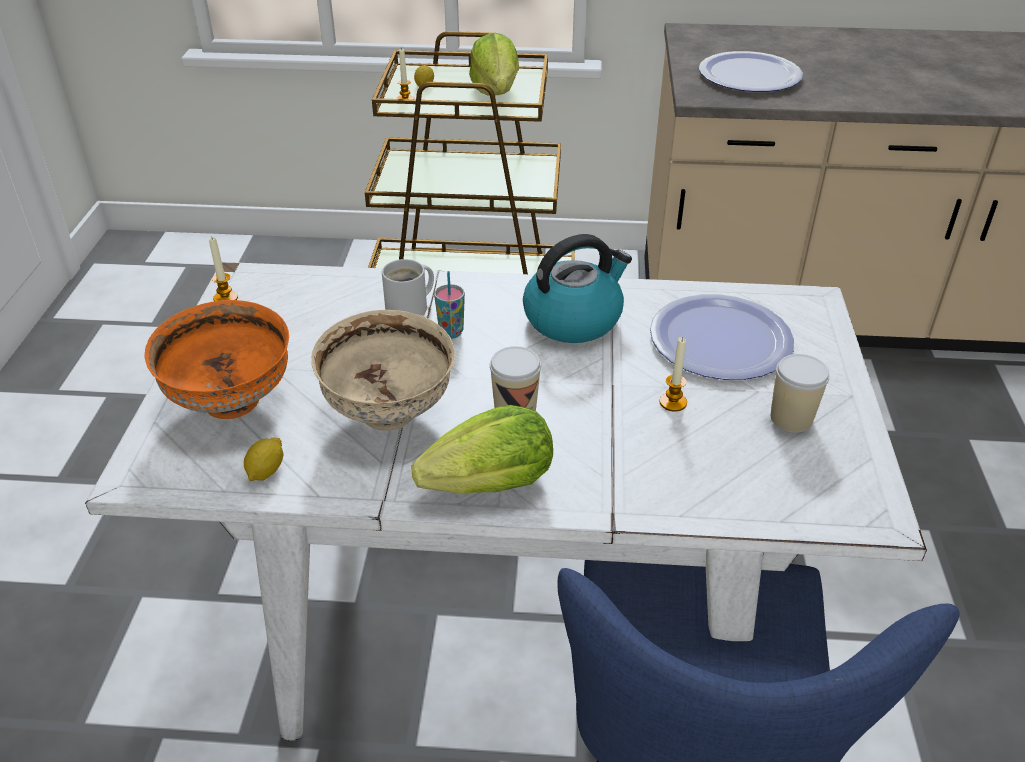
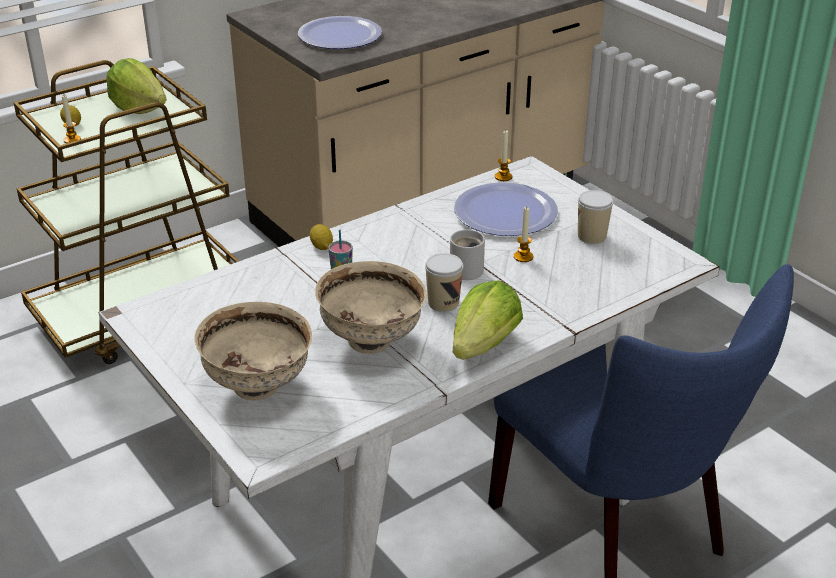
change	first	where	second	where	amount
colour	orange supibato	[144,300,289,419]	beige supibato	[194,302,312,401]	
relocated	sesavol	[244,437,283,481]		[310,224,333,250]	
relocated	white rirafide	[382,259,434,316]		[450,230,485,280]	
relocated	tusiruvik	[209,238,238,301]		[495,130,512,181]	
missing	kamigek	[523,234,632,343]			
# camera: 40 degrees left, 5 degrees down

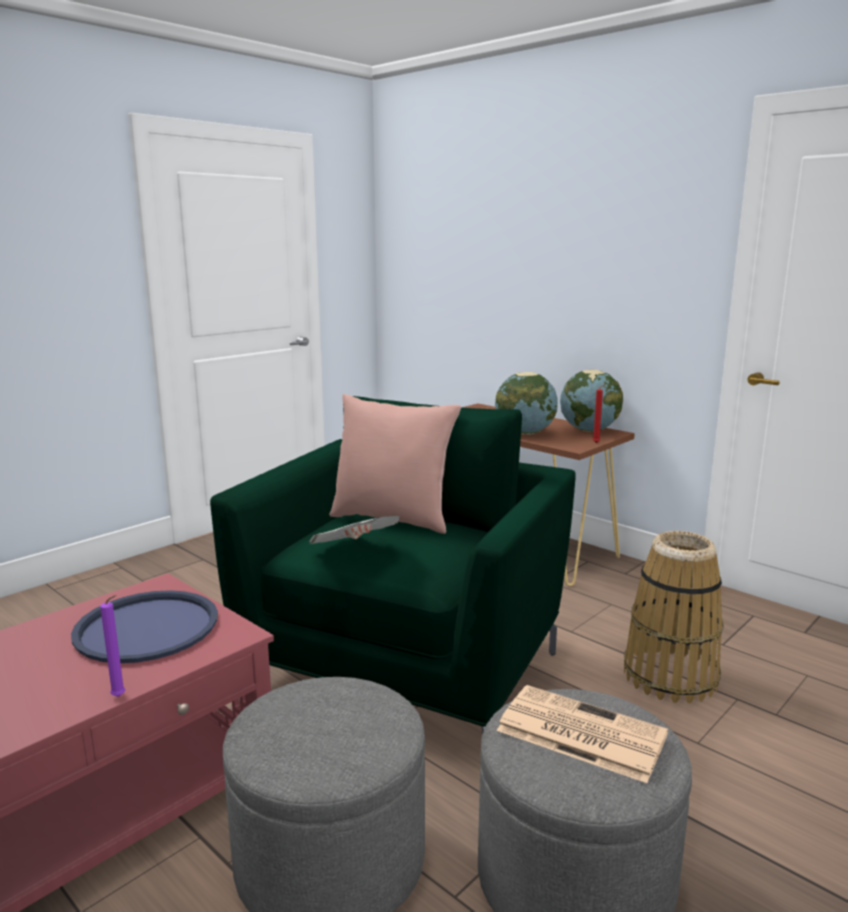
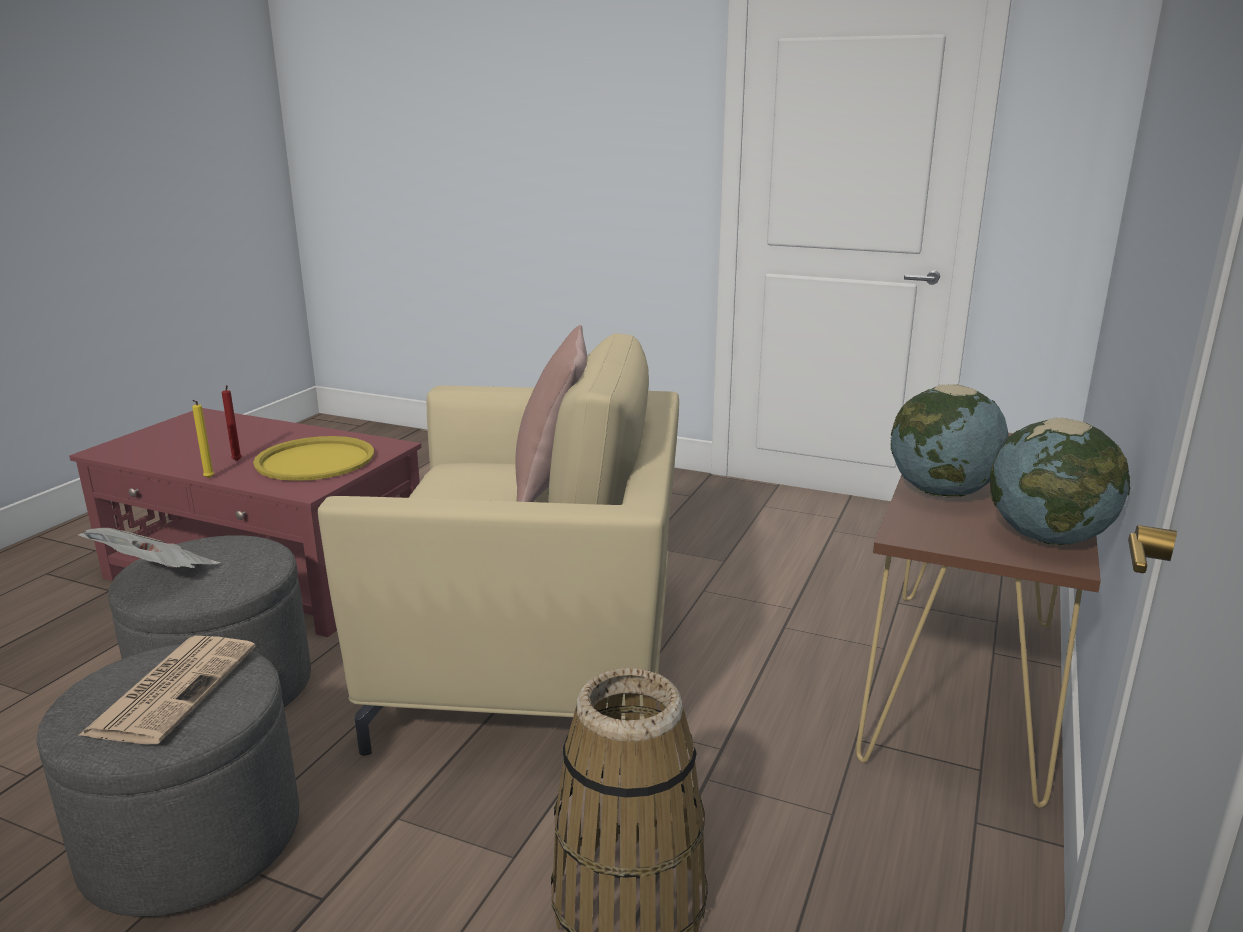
change	first	where	second	where	amount
relocated	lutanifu	[309,516,400,544]		[77,528,220,568]	
colour	purple tusiruvik	[100,595,126,697]	yellow tusiruvik	[192,400,214,478]	
relocated	red tusiruvik	[593,384,605,443]		[222,385,242,461]	
colour	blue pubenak	[71,590,218,663]	yellow pubenak	[253,436,374,481]	
colour	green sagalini	[210,396,576,735]	beige sagalini	[318,333,679,755]	
# camera: 70 degrees right, 5 degrees up

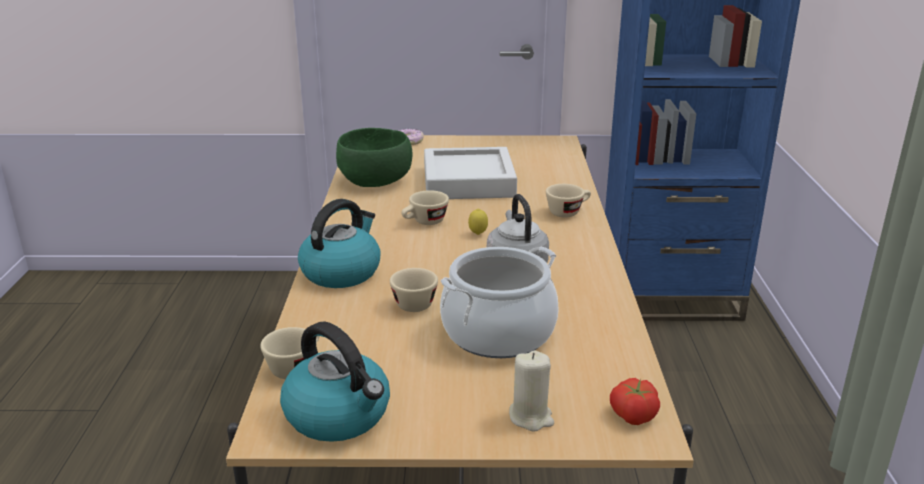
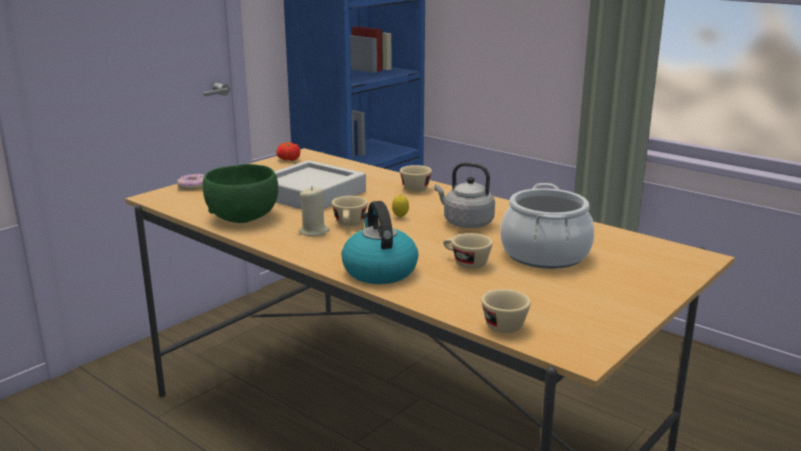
change	first	where	second	where	amount
relocated	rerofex	[610,378,660,425]		[276,142,300,161]	
relocated	beige tusiruvik	[509,351,554,432]		[299,186,330,236]	
missing	kamigek	[280,322,390,442]			
# camera: 50 degrees left, 5 degrees down

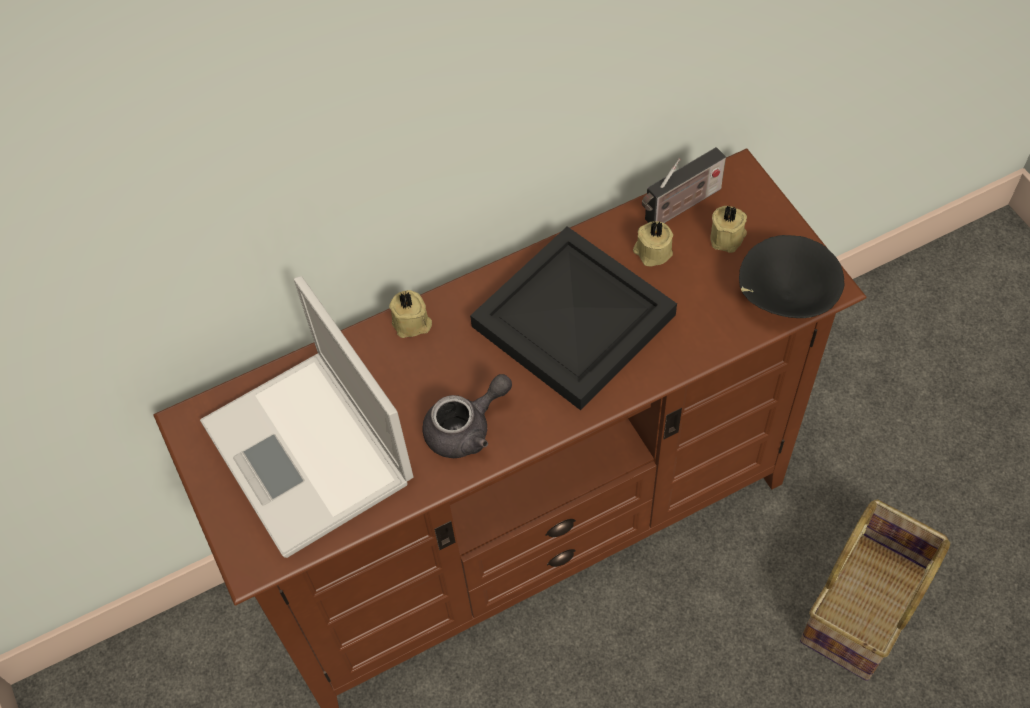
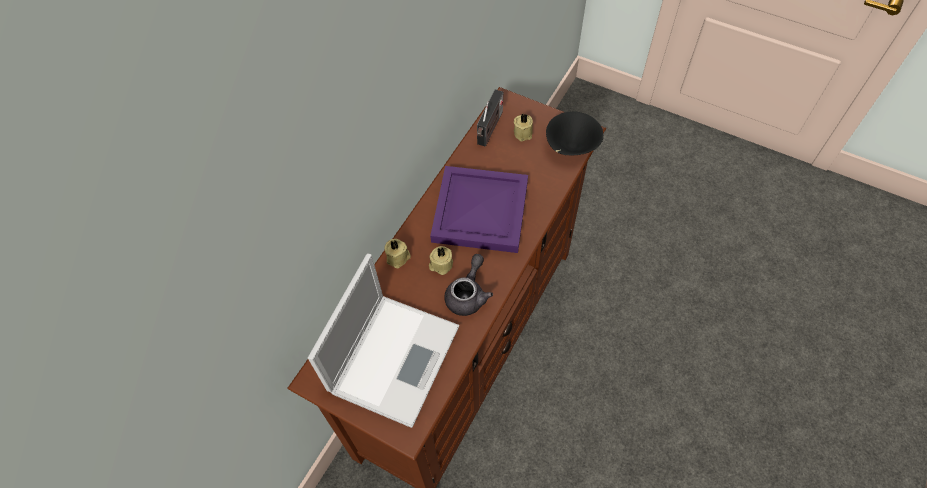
change	first	where	second	where	amount
spun	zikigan	[200,276,414,558]		[308,254,459,428]	90 degrees counterclockwise
relocated	beige tusiruvik	[633,221,673,266]		[429,246,453,275]	
colour	black pubenak	[470,226,677,410]	purple pubenak	[430,166,528,253]	
missing	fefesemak	[800,500,950,681]			
# camera: 35 degrees left, 0 degrees up

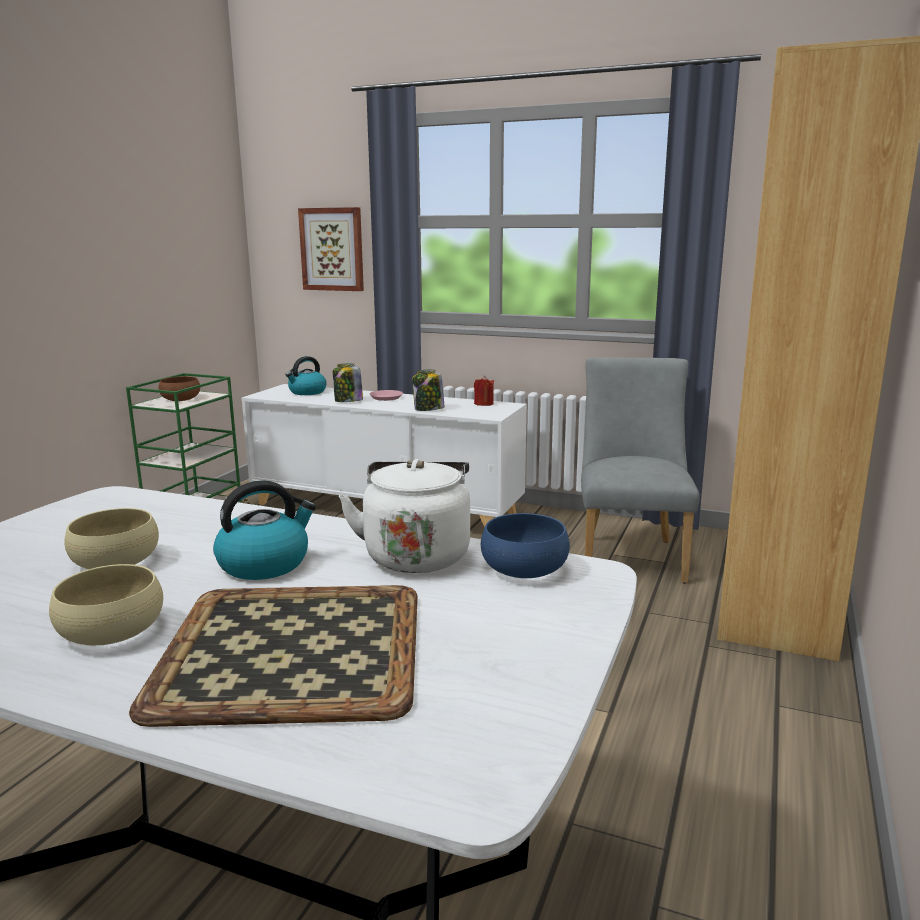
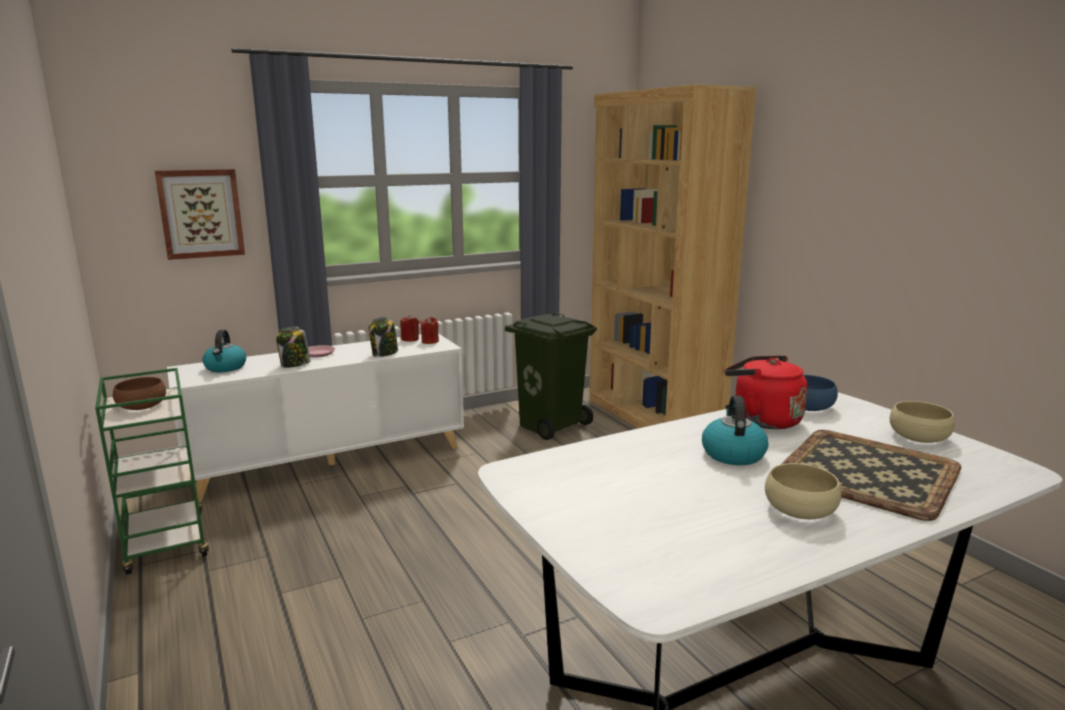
change	first	where	second	where	amount
appeared			red tusiruvik	[420,317,439,344]	
exchanged	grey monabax	[581,357,700,584]	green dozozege	[505,313,597,440]	
colour	white kamigek	[339,459,470,573]	red kamigek	[725,356,808,429]	
relocated	beige supibato	[64,508,159,569]		[890,401,955,443]	
# camera: 50 degrees left, 0 degrees up

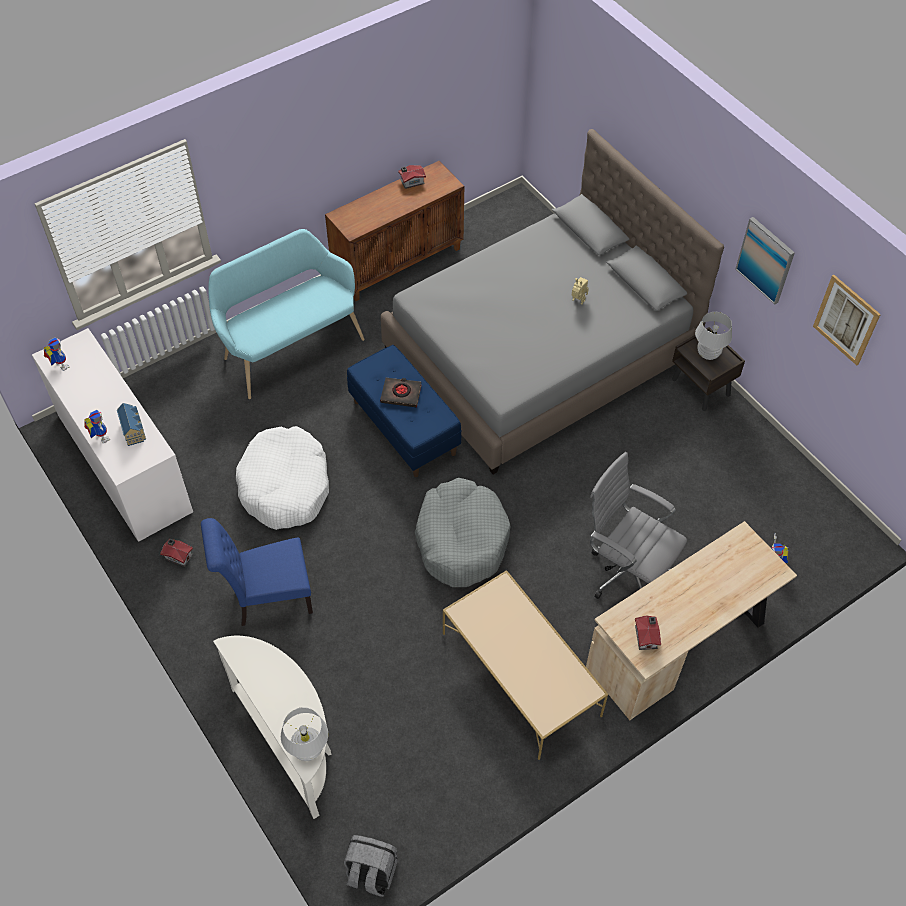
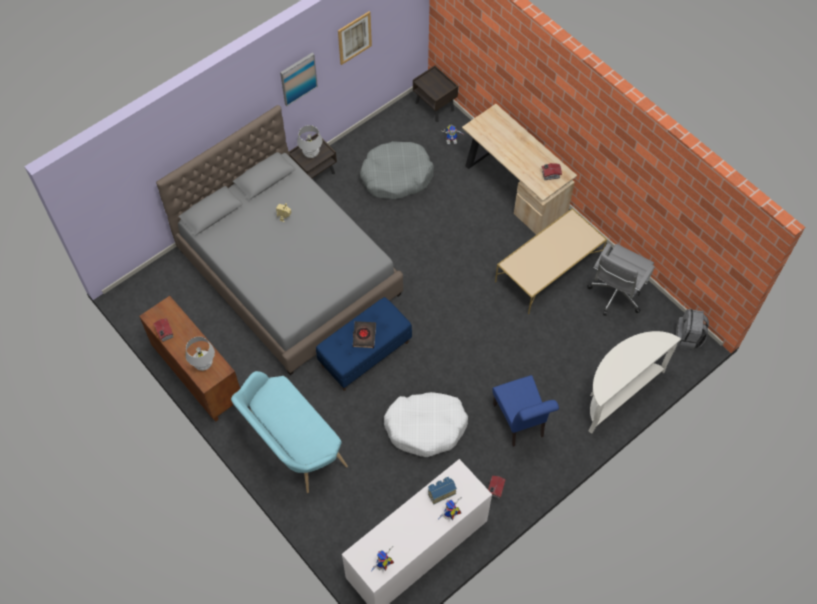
change	first	where	second	where	amount
relocated	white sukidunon	[281,707,328,761]		[185,337,215,371]	
relocated	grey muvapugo	[415,478,511,587]		[360,141,434,199]	
appeared			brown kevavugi	[413,65,458,122]	
relocated	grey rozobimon	[590,452,687,599]		[587,243,655,316]	
# camera: 95 degrees left, 5 degrees up

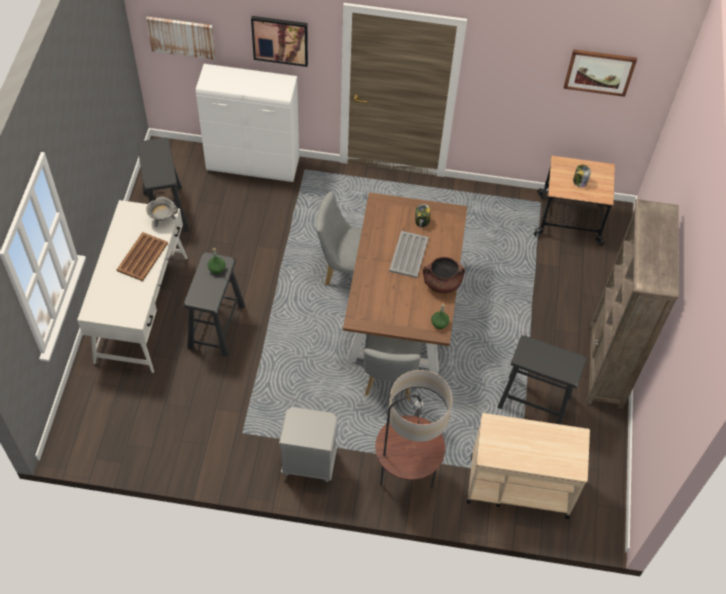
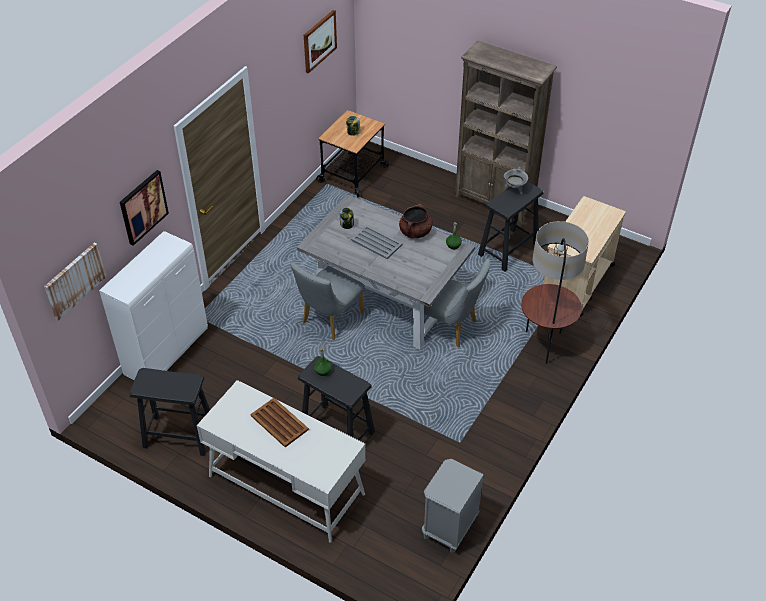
change	first	where	second	where	amount
colour	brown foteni	[343,192,467,375]	grey foteni	[297,195,475,349]	
relocated	grey kevavugi	[279,407,338,482]		[422,459,484,553]	
relocated	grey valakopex	[146,197,178,227]		[504,167,528,195]	
# camera: 65 degrees left, 10 degrees down

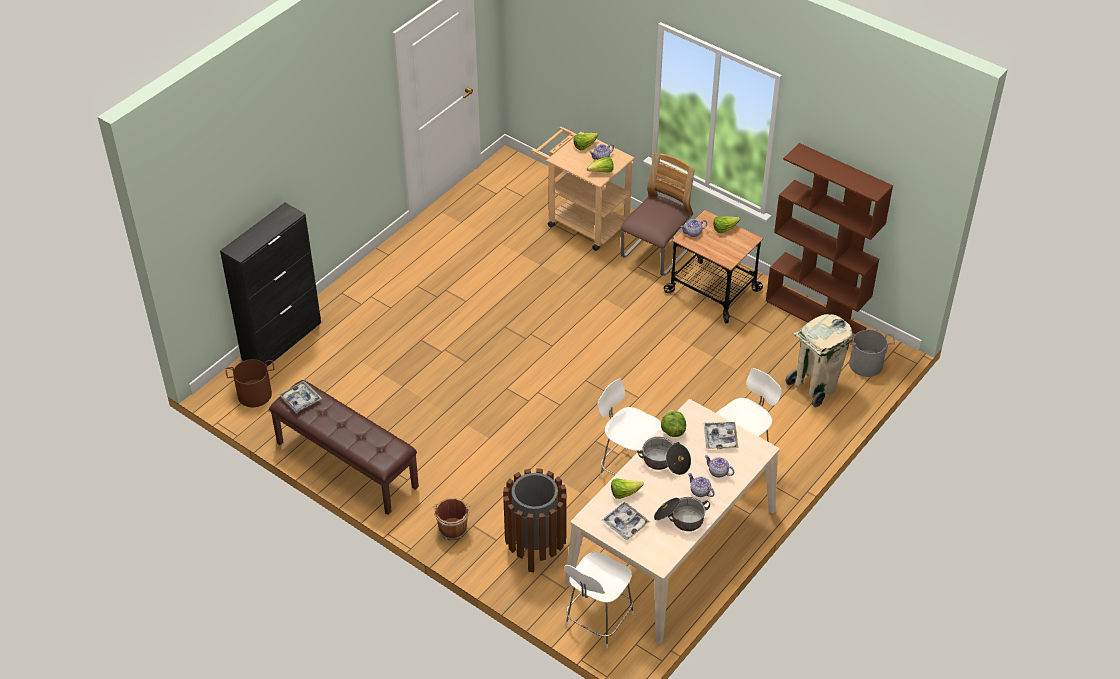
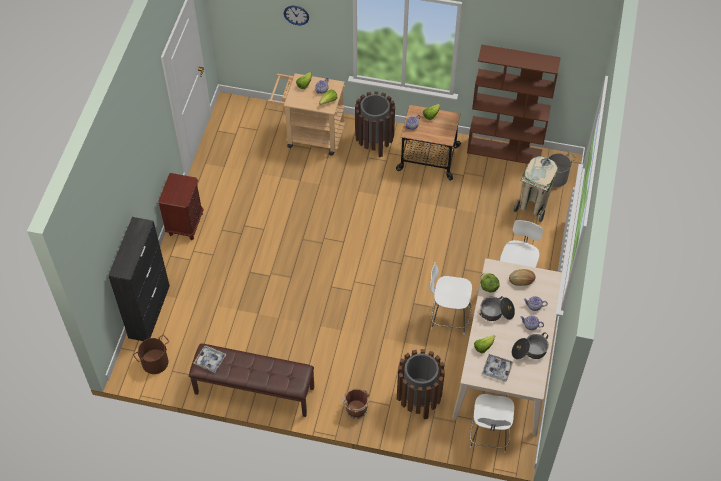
change	first	where	second	where	amount
appeared			brown kevavugi	[158,173,203,240]	
appeared			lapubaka	[284,6,309,25]	
exchanged	monabax	[621,153,695,276]	brown dozozege	[355,91,395,157]	
exchanged	pubenak	[703,422,738,449]	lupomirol	[509,269,536,286]	
# camera: 25 degrees left, 10 degrees up

